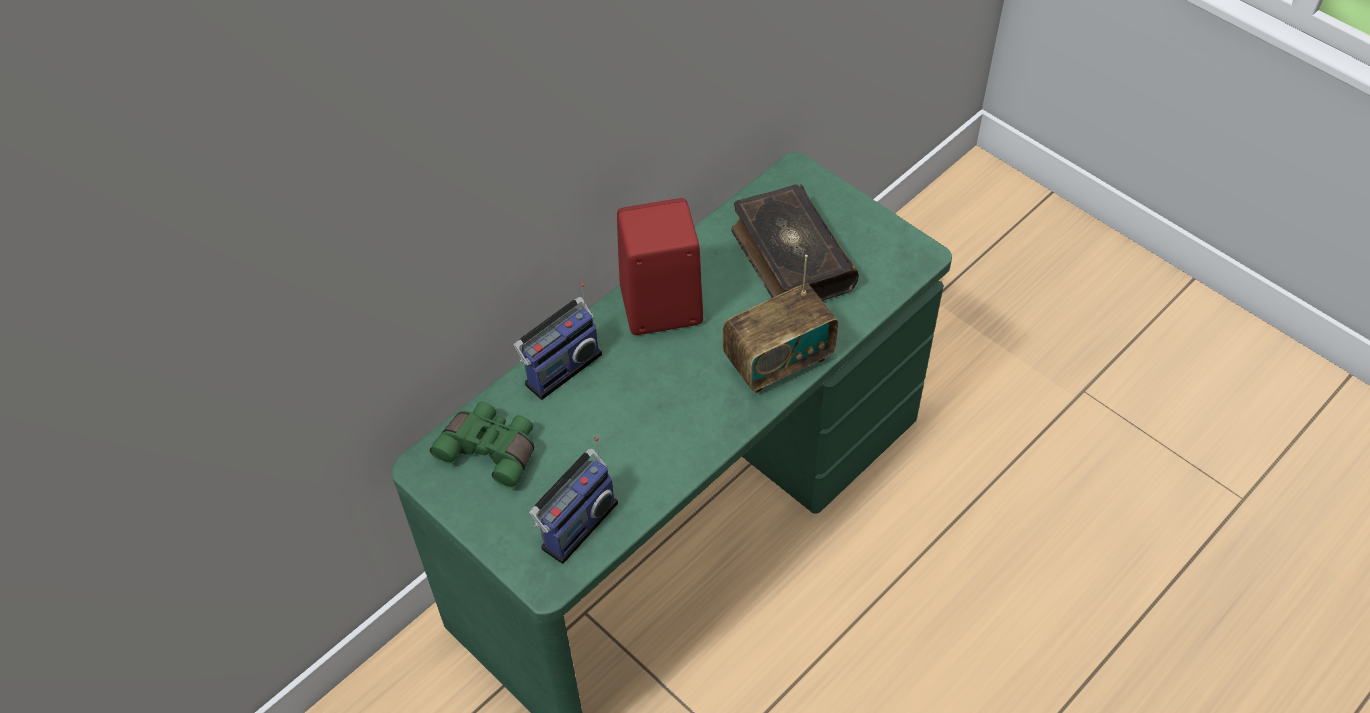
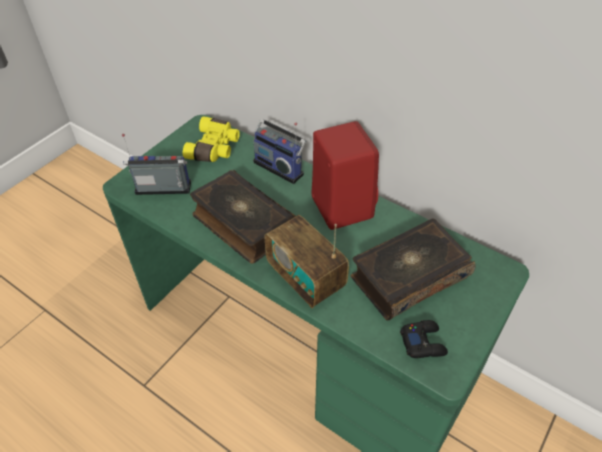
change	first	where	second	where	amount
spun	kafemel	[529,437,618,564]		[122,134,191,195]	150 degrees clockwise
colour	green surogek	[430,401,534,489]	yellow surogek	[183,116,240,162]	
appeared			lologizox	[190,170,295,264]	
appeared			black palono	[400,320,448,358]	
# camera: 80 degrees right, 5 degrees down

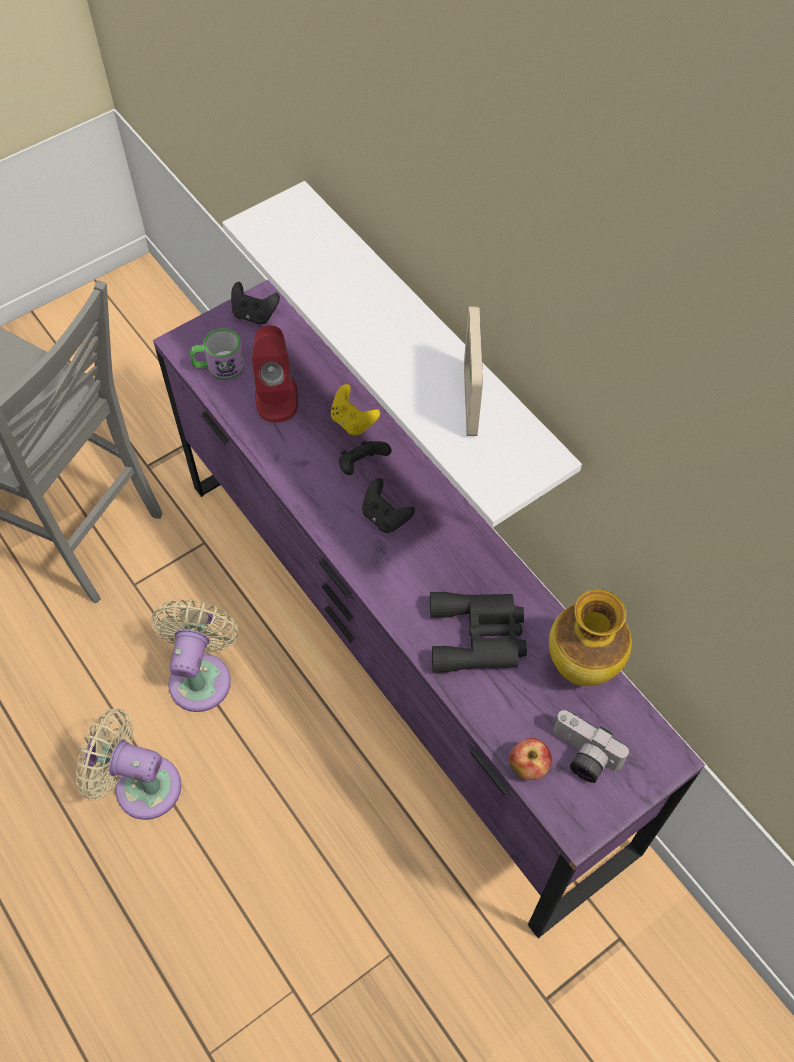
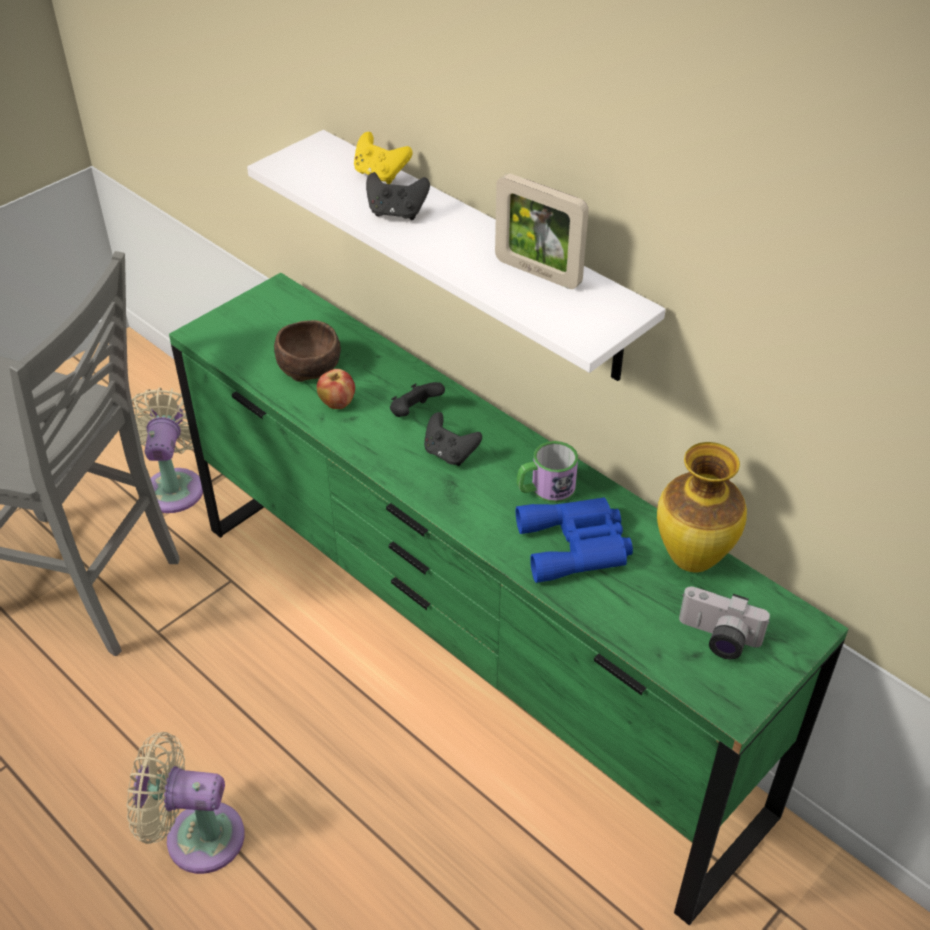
change	first	where	second	where	amount
relocated	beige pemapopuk	[152,599,238,712]		[131,388,203,513]	
colour	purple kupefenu	[153,280,705,939]	green kupefenu	[169,273,848,926]	
exchanged	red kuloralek	[252,325,298,423]	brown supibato	[274,320,341,382]	
relocated	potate	[510,738,552,780]		[317,369,355,409]	
relocated	yellow palono	[331,384,380,436]		[354,132,413,184]	
relocated	black palono	[231,282,280,324]		[366,172,430,220]	
spun	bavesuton	[464,307,483,436]		[495,173,589,289]	45 degrees counterclockwise
colour	black surogek	[430,592,527,673]	blue surogek	[516,497,633,583]	
relocated	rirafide	[190,328,244,380]		[517,441,578,503]	
# camera: 10 degrees left, 15 degrees down

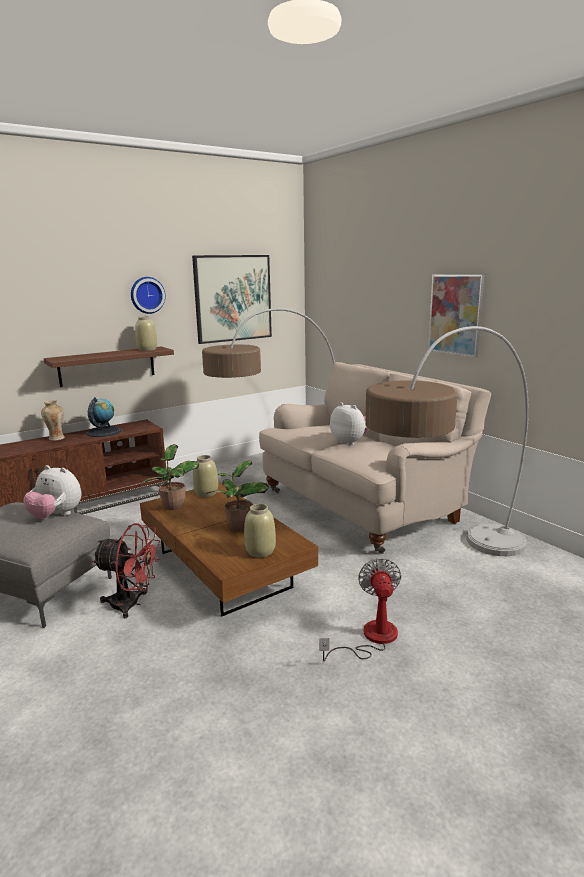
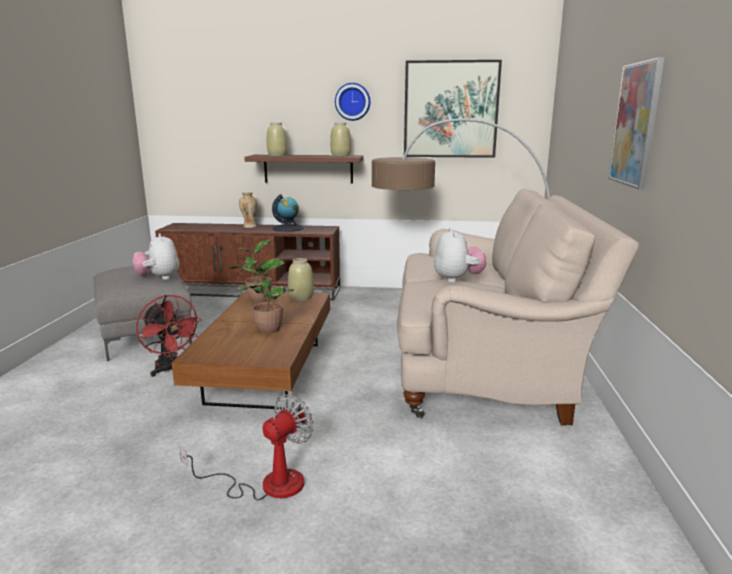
change	first	where	second	where	amount
relocated	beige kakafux	[244,504,276,557]		[267,122,287,156]	
missing	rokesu	[365,326,529,556]			
# camera: 40 degrees right, 0 degrees up

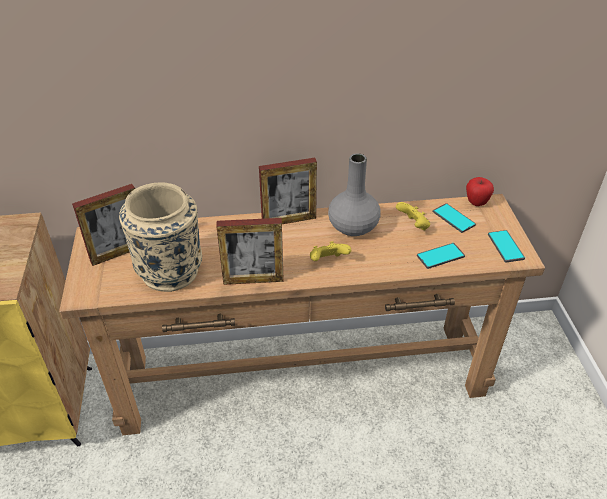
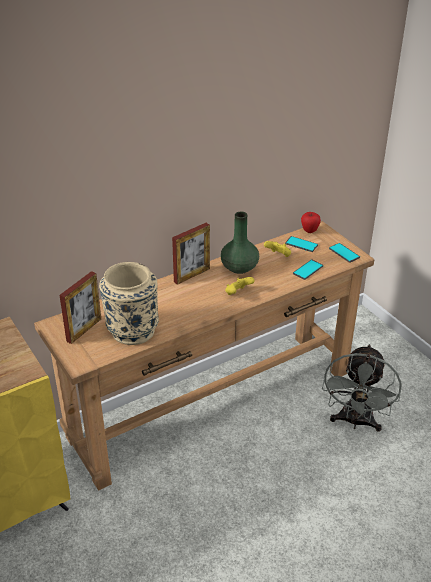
change	first	where	second	where	amount
colour	grey kakafux	[328,153,381,236]	green kakafux	[220,212,259,274]	
appeared			grey pemapopuk	[322,344,402,432]	
missing	bavesuton	[216,218,284,285]			
# camera: 25 degrees left, 5 degrees down

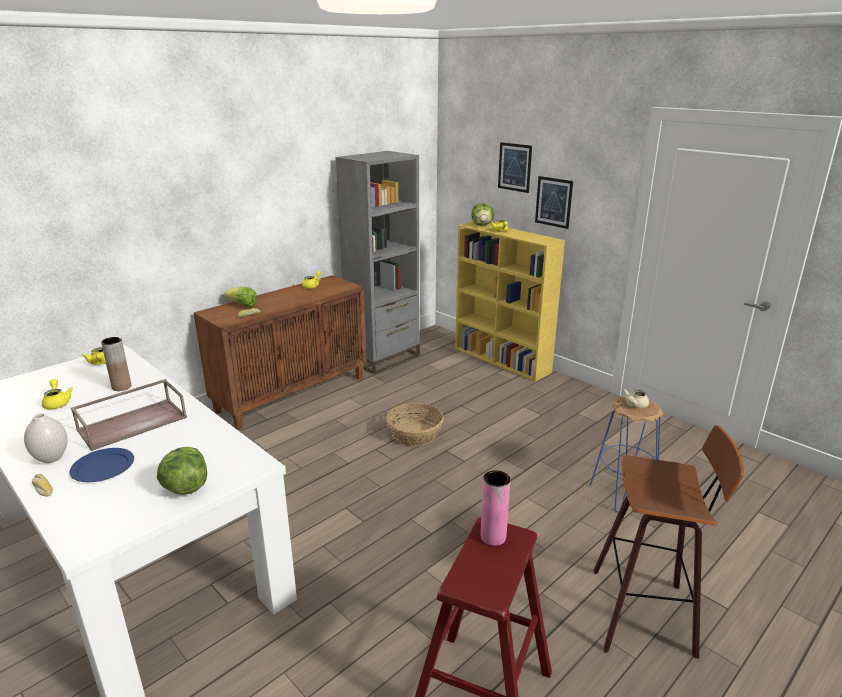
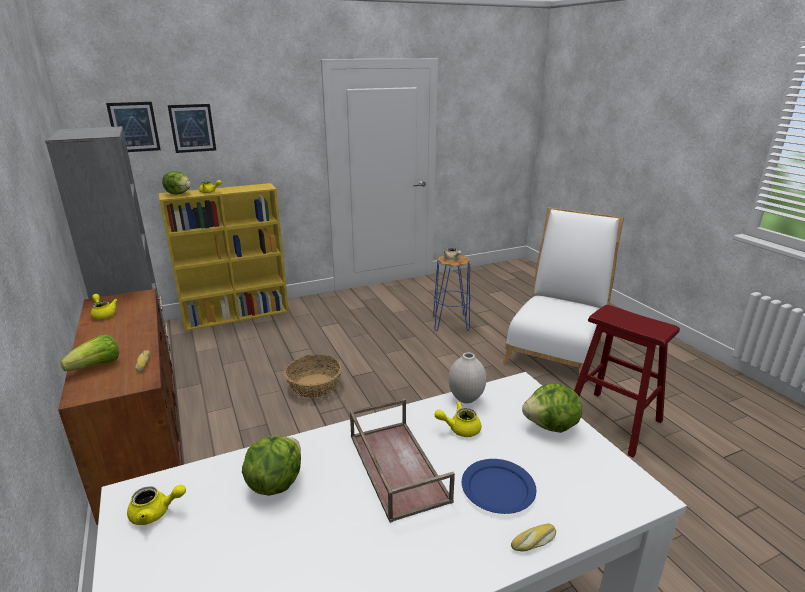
change	first	where	second	where	amount
relocated	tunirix	[535,176,573,229]		[106,102,161,152]	
exchanged	brown kakafux	[101,337,131,391]	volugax	[242,436,301,496]	
relocated	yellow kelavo	[42,379,73,409]		[434,401,481,437]	
relocated	white kakafux	[24,413,68,463]		[448,352,486,403]	
exchanged	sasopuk	[594,425,744,659]	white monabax	[502,207,624,385]	
missing	pink kakafux	[481,470,510,546]			
# camera: 70 degrees left, 0 degrees up

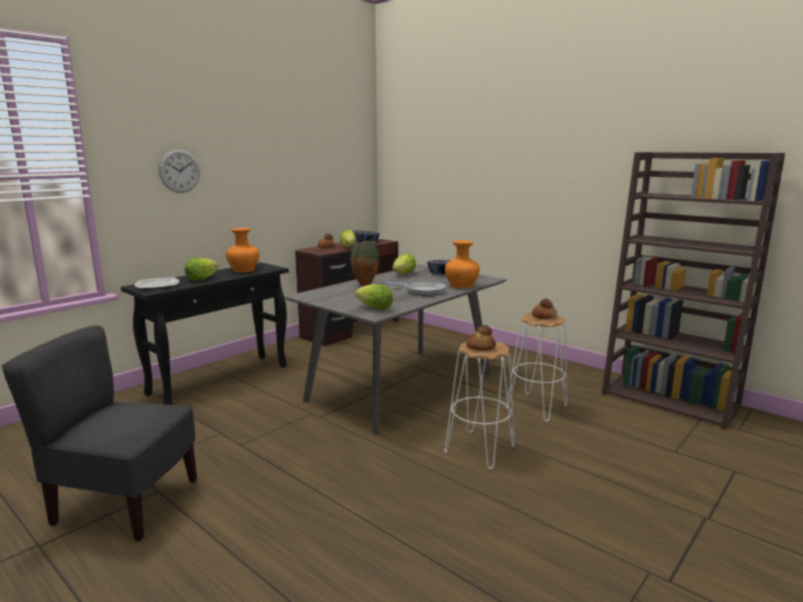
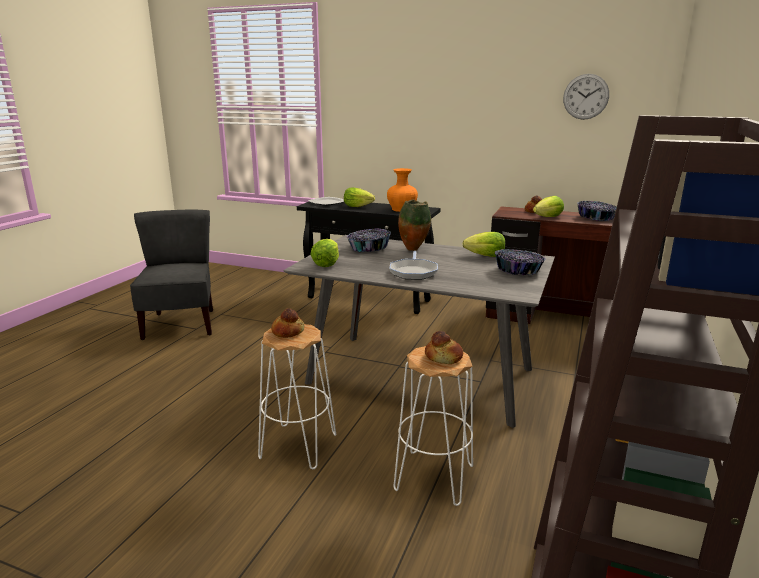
change	first	where	second	where	amount
appeared			supibato	[347,229,391,252]	
relocated	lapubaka	[159,149,200,193]		[563,74,609,120]	
missing	orange kakafux	[445,240,480,289]			
# camera: 70 degrees right, 5 degrees up

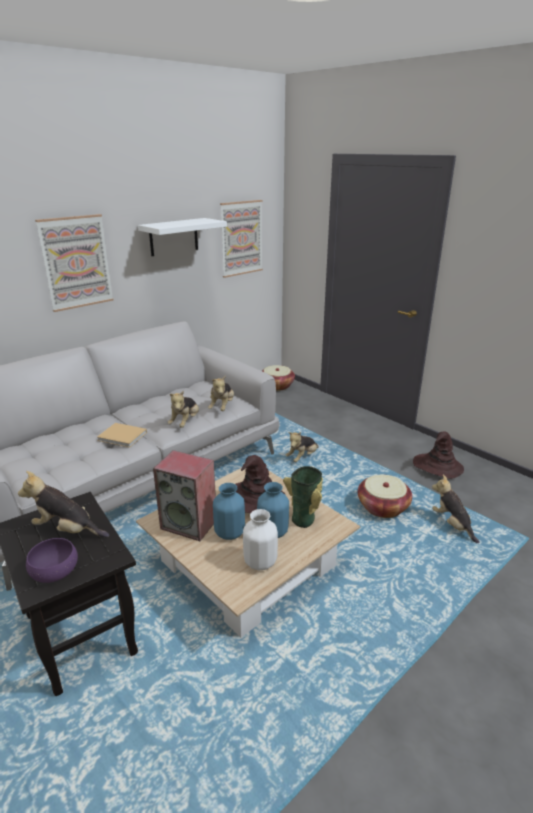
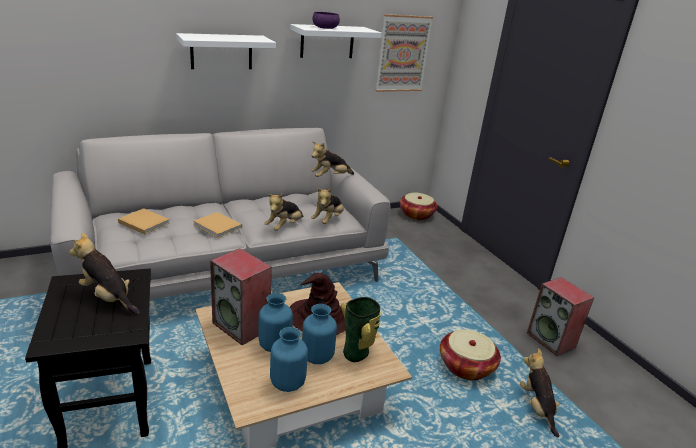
change	first	where	second	where	amount
appeared			beige lologizox	[118,208,170,235]	
exchanged	tunirix	[35,214,114,312]	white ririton	[176,33,276,69]	
colour	white kakafux	[243,509,278,570]	blue kakafux	[270,327,308,392]	
relocated	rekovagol	[285,432,319,462]		[311,141,354,177]	
relocated	purple supibato	[26,538,78,583]		[313,12,340,29]	
exchanged	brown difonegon	[413,431,464,479]	kuloralek	[527,277,594,356]	
# camera: 15 degrees right, 0 degrees up

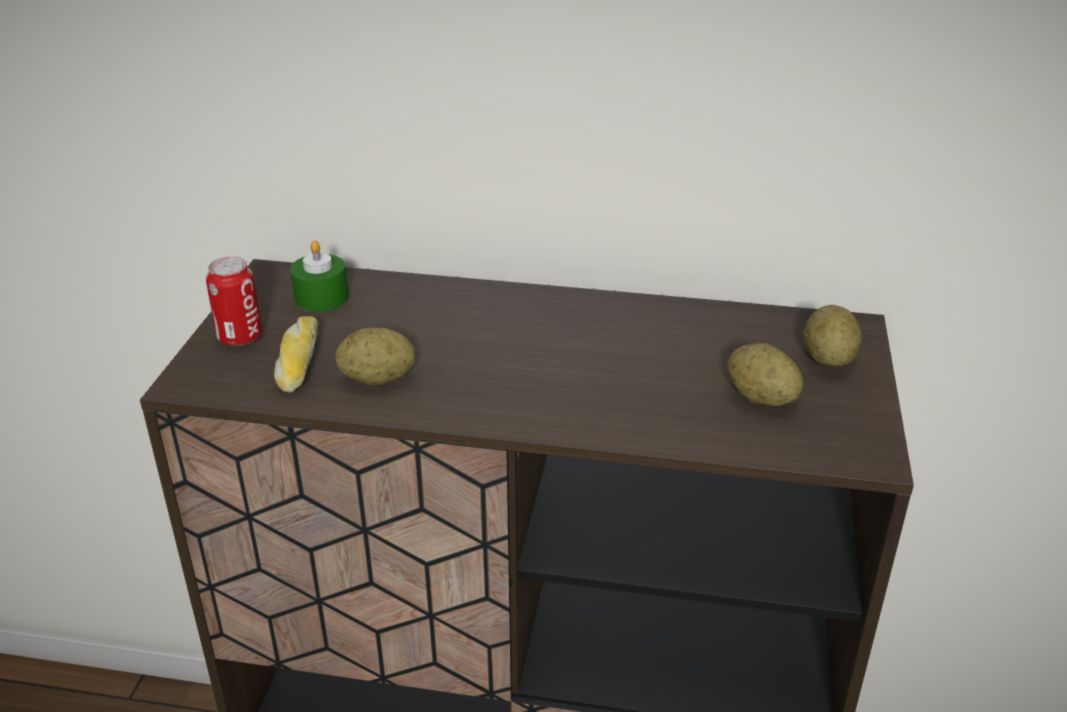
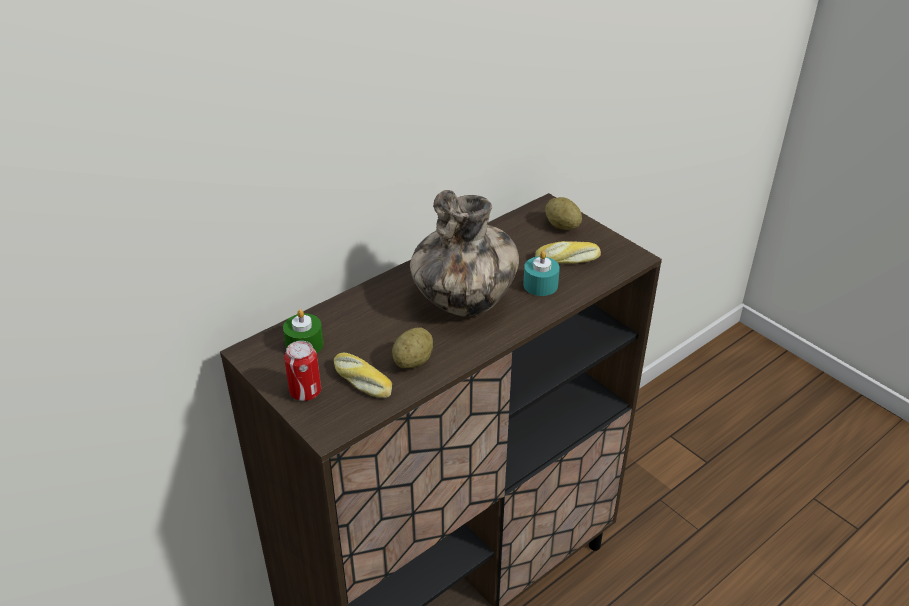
change	first	where	second	where	amount
appeared			kakafux	[410,190,519,317]	
appeared			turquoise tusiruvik	[523,251,560,296]	
exchanged	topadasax	[727,343,803,406]	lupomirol	[535,241,601,264]	
# camera: 50 degrees left, 5 degrees up

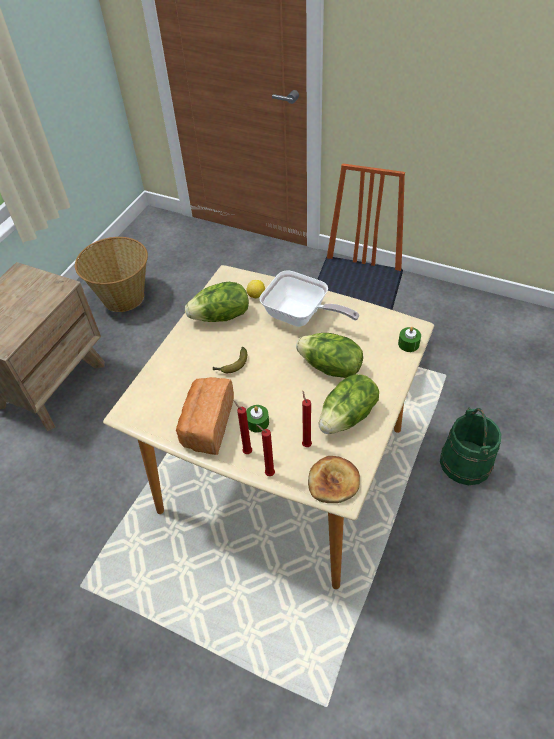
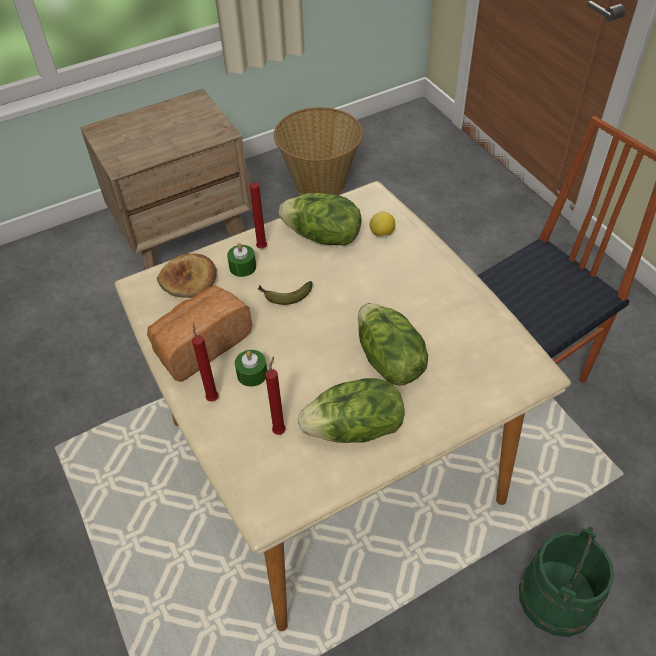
change	first	where	second	where	amount
relocated	lupomirol	[308,456,360,503]		[157,253,217,298]	
relocated	green tusiruvik	[398,327,421,352]		[227,243,256,277]	
relocated	red tusiruvik	[257,425,275,476]		[248,172,267,249]	
missing	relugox	[260,270,359,327]			
# camera: 35 degrees right, 0 degrees up

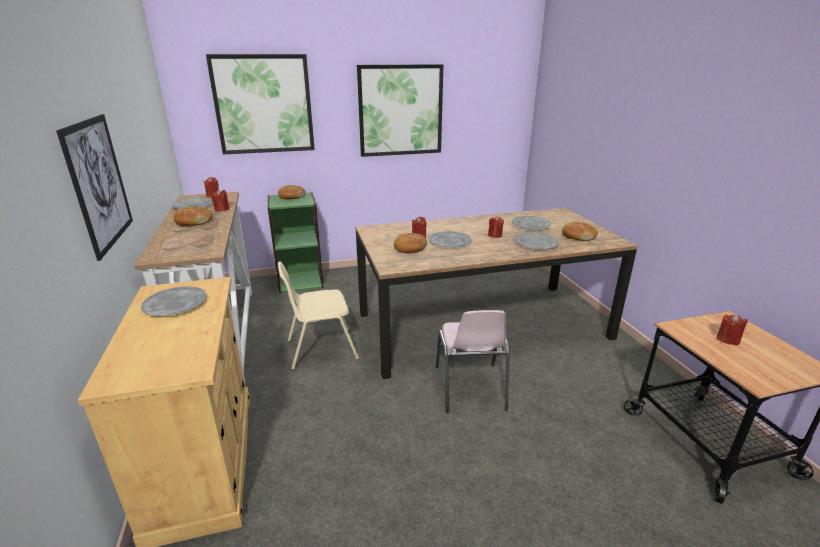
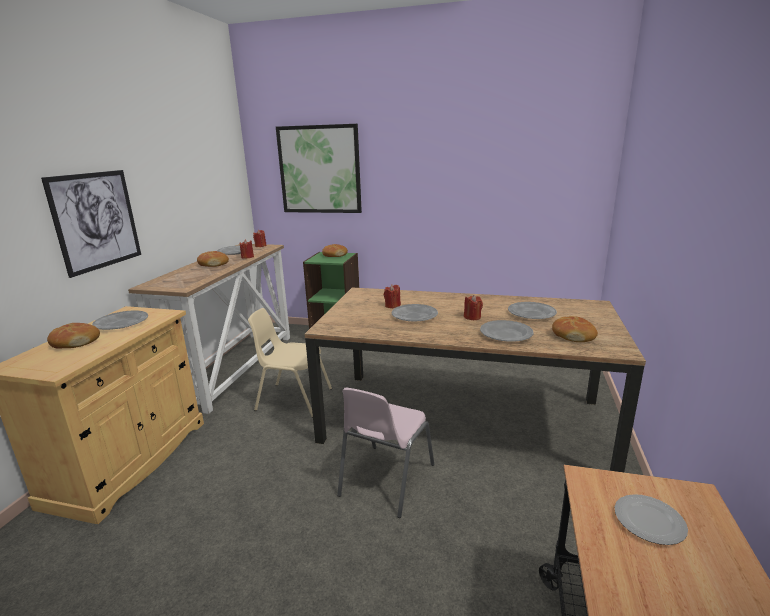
change	first	where	second	where	amount
relocated	lupomirol	[394,233,427,253]		[47,323,100,349]	
exchanged	red tusiruvik	[717,314,748,346]	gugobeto	[615,494,688,545]	
missing	tunirix	[357,64,443,157]			
# camera: 30 degrees right, 5 degrees down

